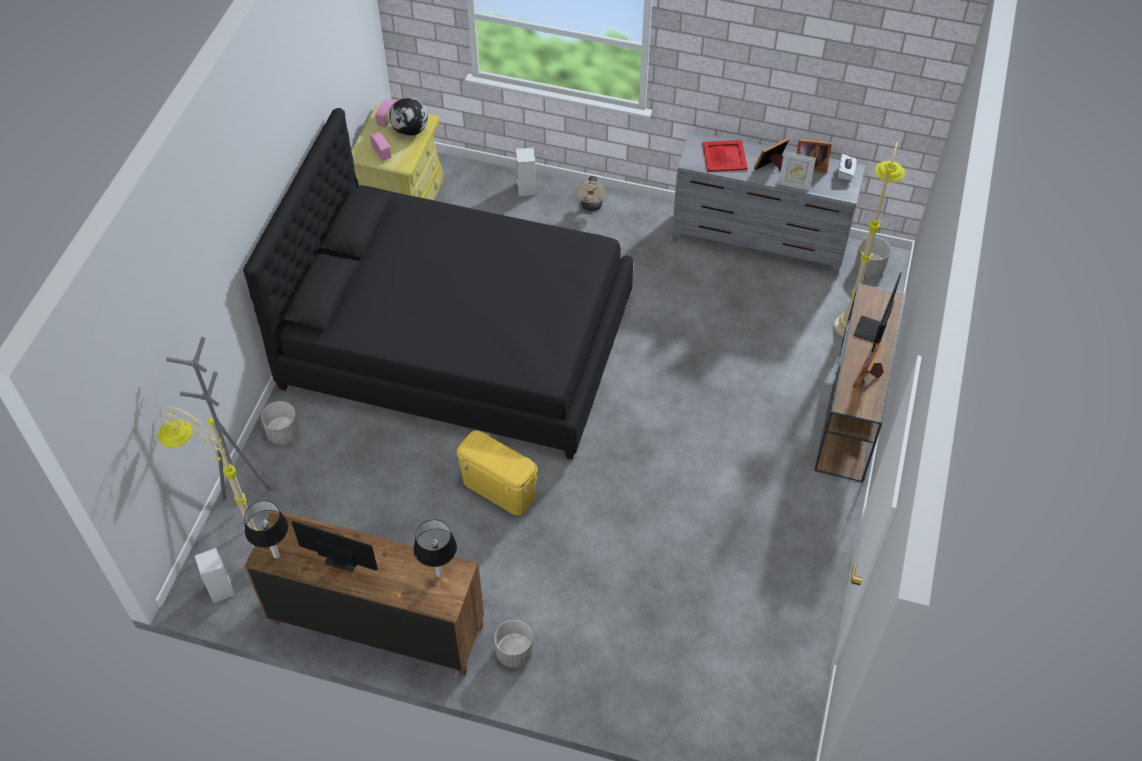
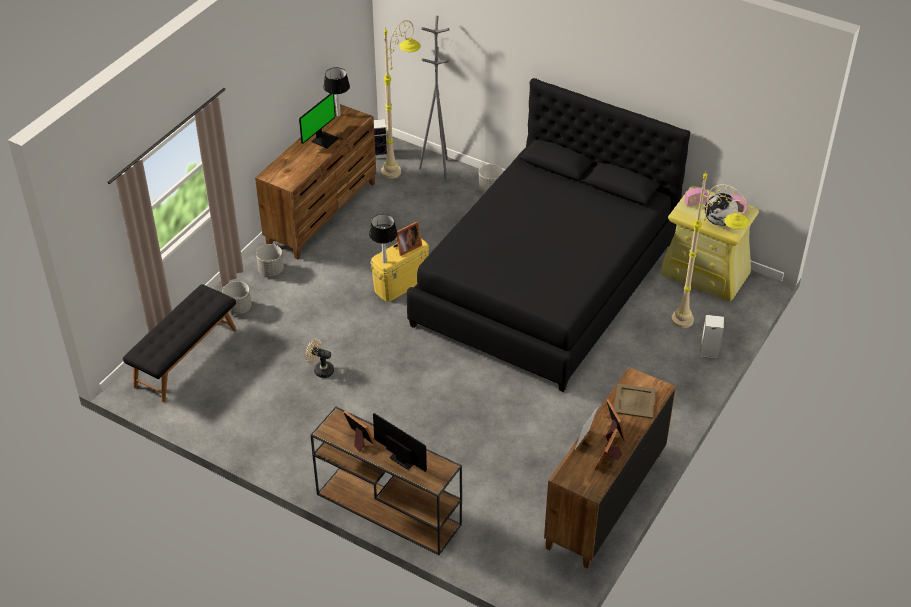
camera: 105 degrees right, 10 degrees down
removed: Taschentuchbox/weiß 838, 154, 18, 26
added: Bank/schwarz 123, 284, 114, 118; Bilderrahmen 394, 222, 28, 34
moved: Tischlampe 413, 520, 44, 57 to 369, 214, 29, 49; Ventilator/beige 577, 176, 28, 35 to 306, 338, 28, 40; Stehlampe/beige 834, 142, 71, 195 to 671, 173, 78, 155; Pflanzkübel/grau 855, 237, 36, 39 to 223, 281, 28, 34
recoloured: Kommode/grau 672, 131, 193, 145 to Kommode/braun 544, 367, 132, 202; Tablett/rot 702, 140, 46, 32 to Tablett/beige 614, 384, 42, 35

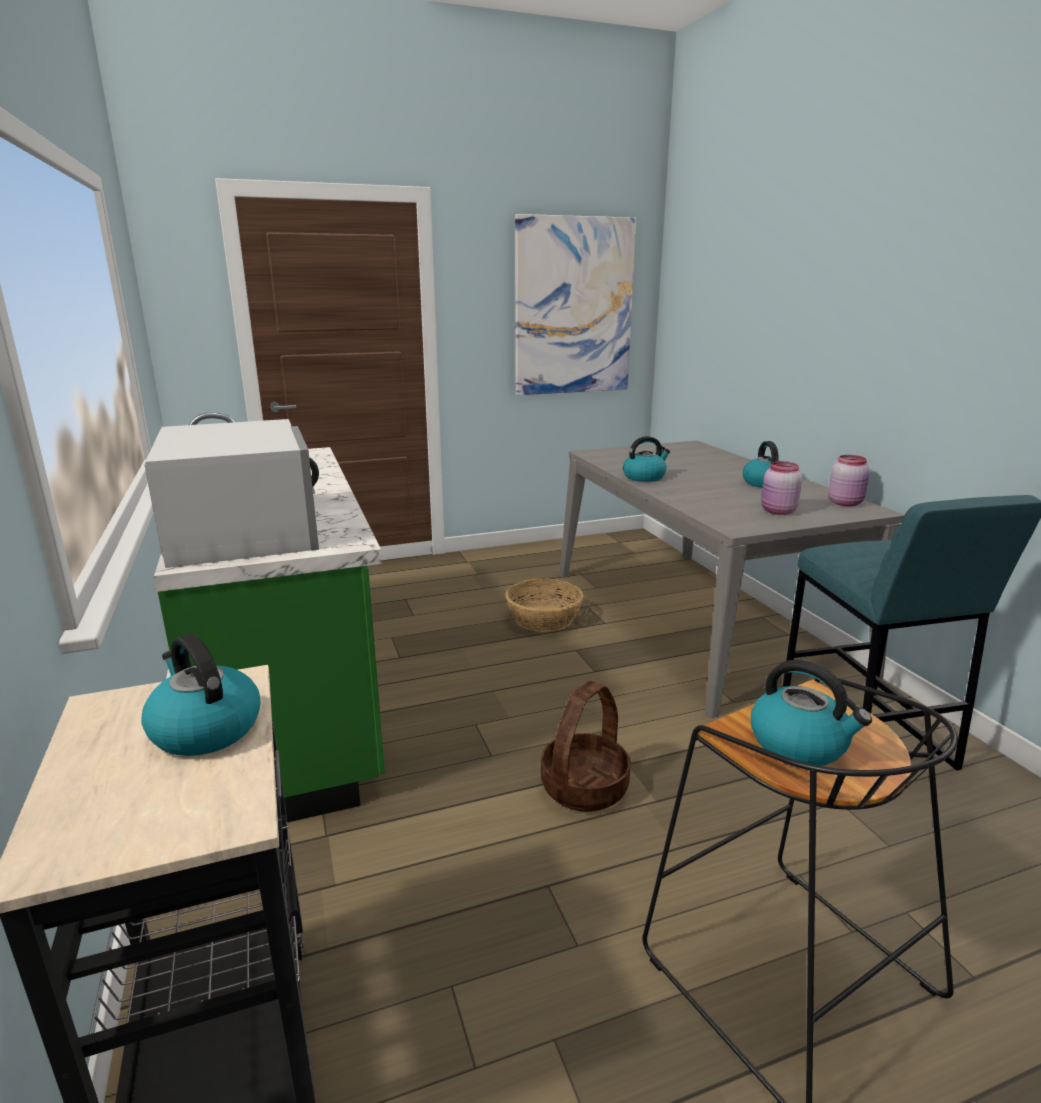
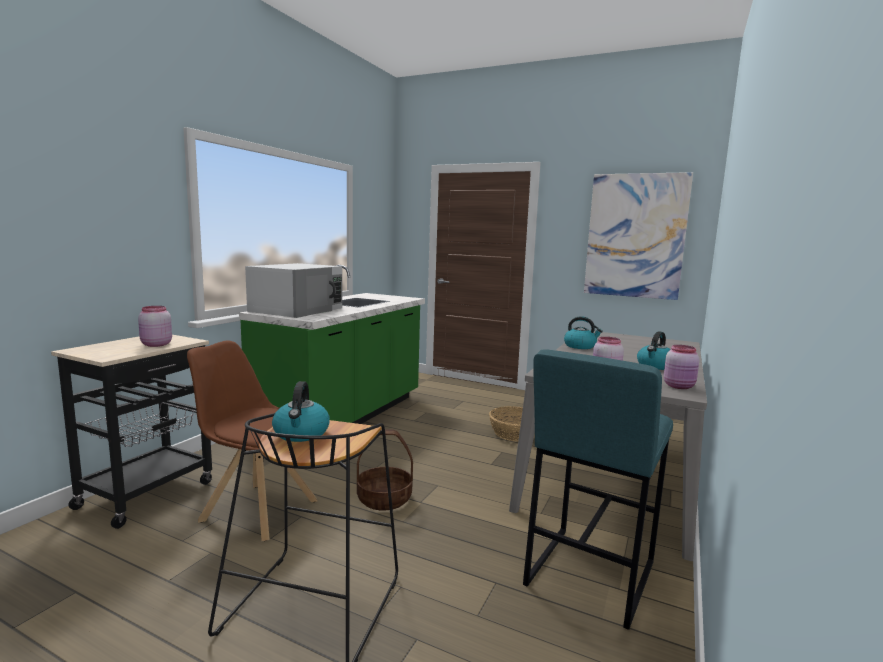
camera: 45 degrees right, 10 degrees down
added: Stuhl/braun 187, 340, 131, 201
replaced: Wasserkessel 141, 634, 120, 122 to Vorratsglas/rosa 138, 306, 34, 41

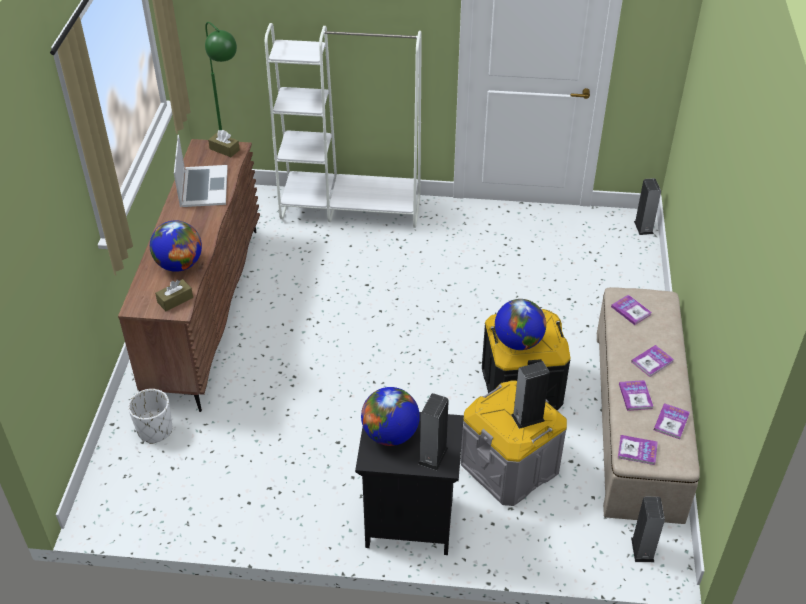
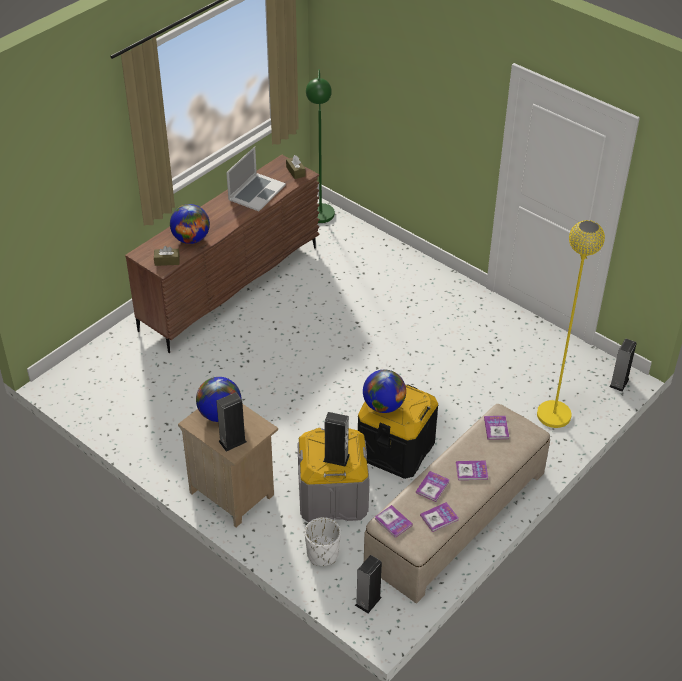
camera: 35 degrees right, 0 degrees up
removed: Kleiderständer/weiß 265, 23, 157, 205
added: Stehlampe/gelb 537, 220, 68, 208
moved: Pflanzkübel/weiß 128, 389, 44, 55 to 305, 517, 36, 49
recoloured: Nachttisch/schwarz 355, 412, 109, 143 to Nachttisch/beige 178, 404, 100, 123

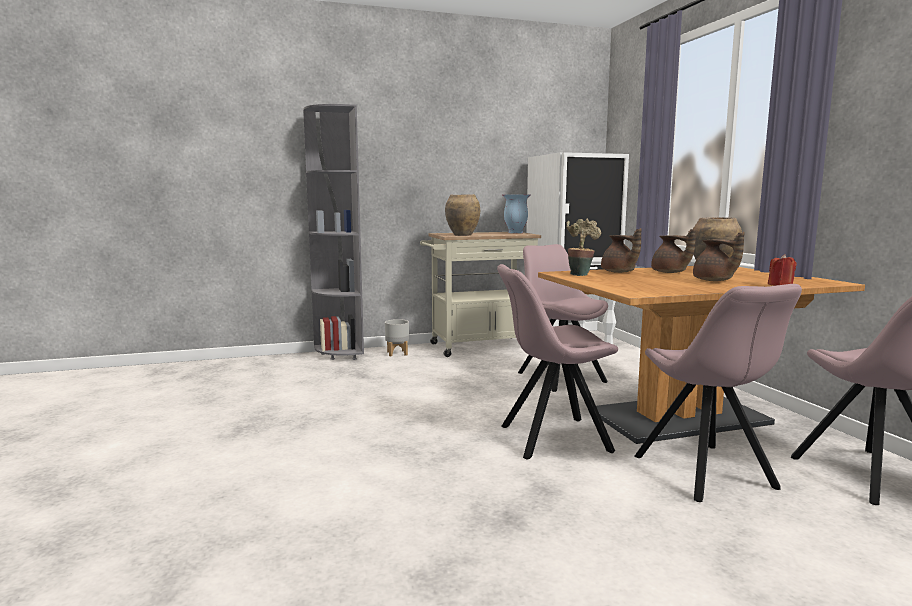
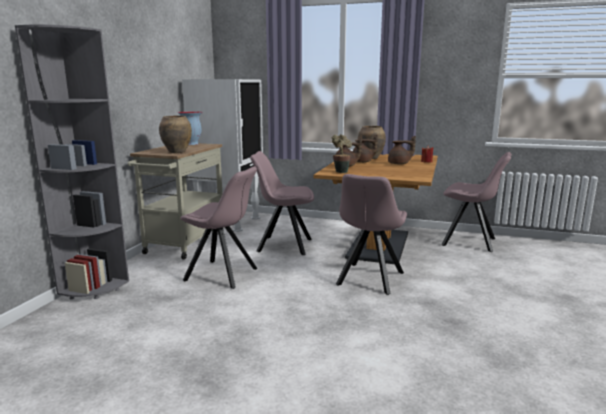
camera: 55 degrees left, 5 degrees up
removed: Pflanzkübel/grau 385, 319, 24, 37
moved: Stuhl/rosa 634, 284, 168, 218 to 180, 166, 77, 123

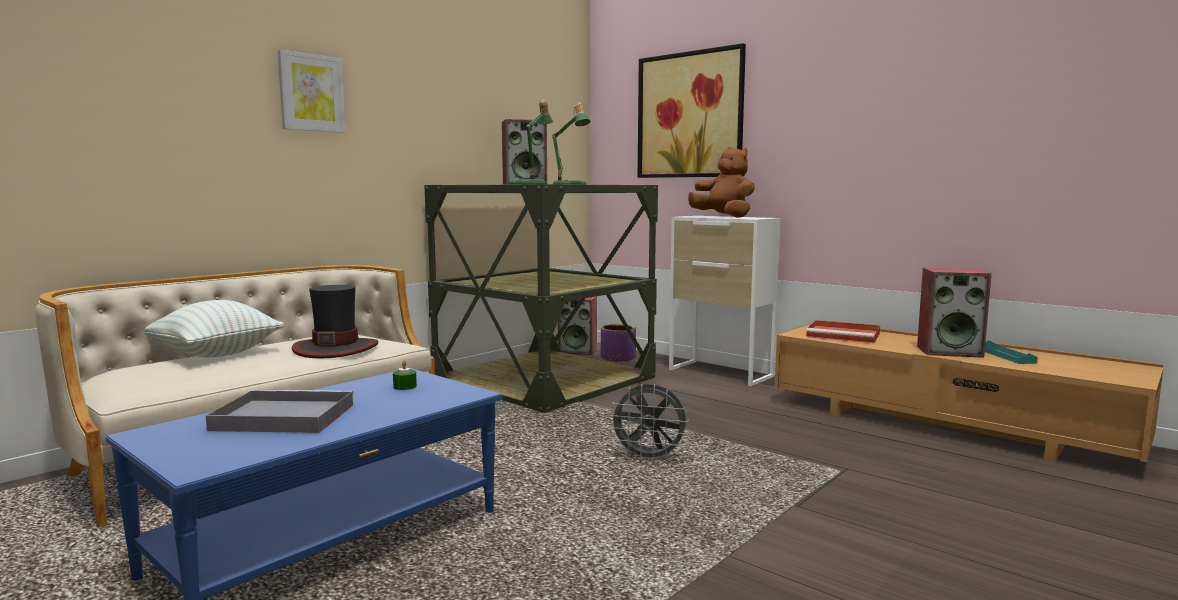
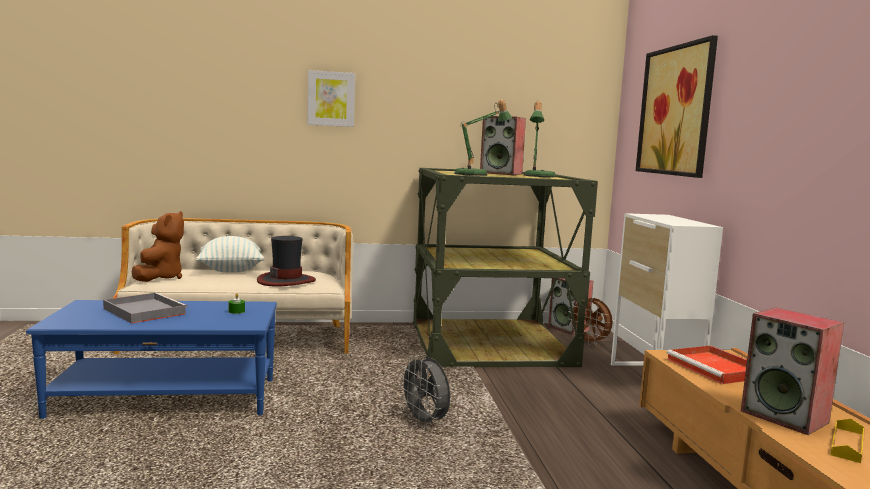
camera: 40 degrees right, 0 degrees up
moved: Plüschtier/braun 688, 147, 67, 71 to 132, 211, 52, 71
replaced: Pflanzkübel/lila 601, 324, 35, 38 to Ventilator/braun 568, 298, 45, 47
recoloured: Tablett/türkis 985, 340, 53, 24 to Tablett/gelb 830, 419, 34, 44

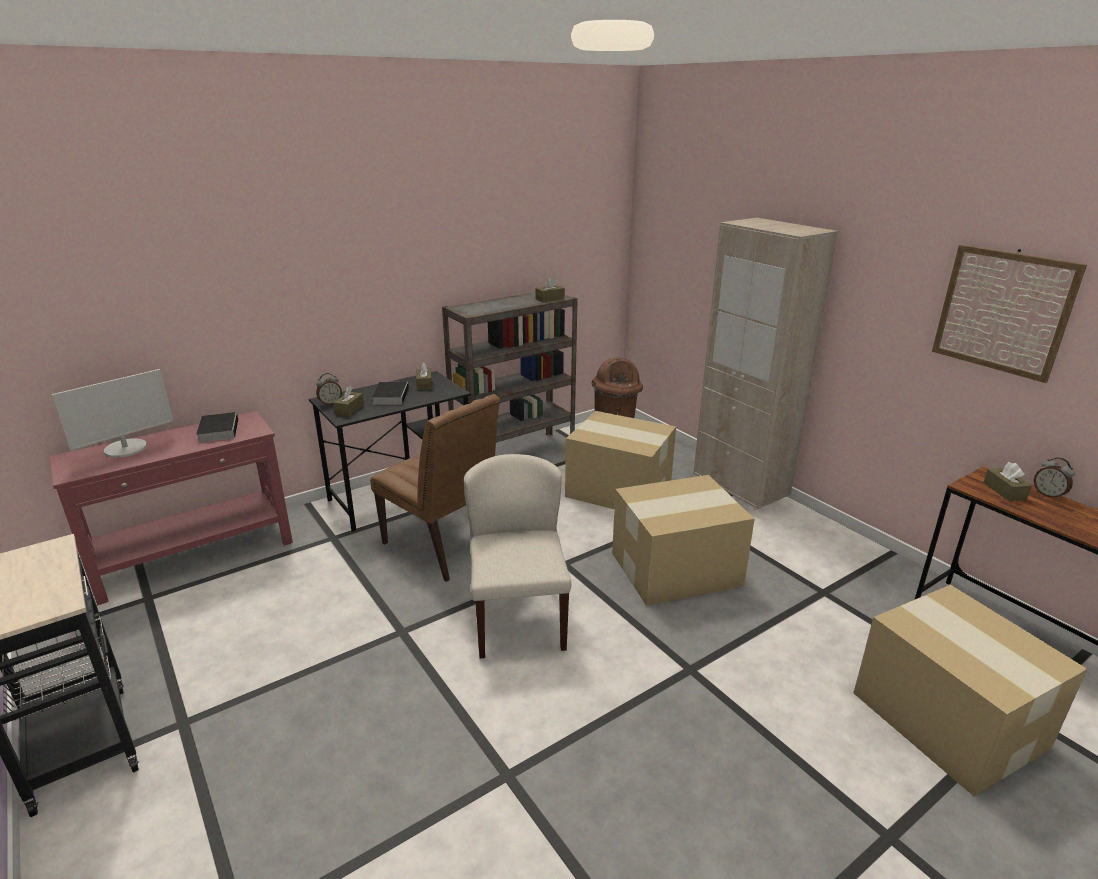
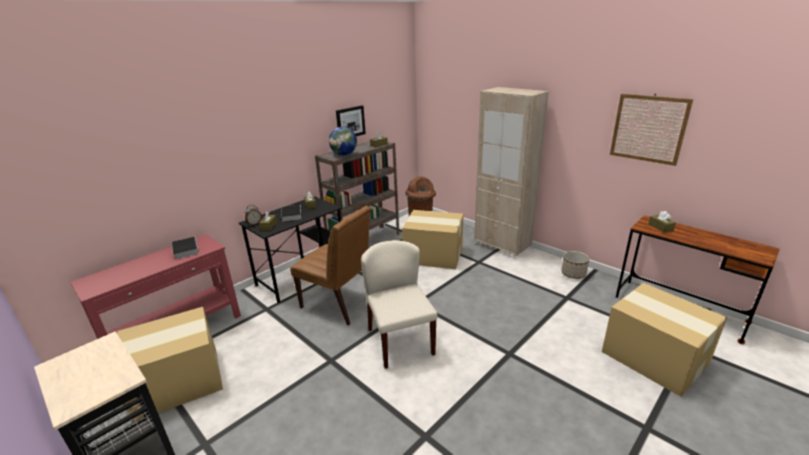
camera: 10 degrees left, 0 degrees up
removed: Monitor 51, 369, 122, 89; Wecker 1034, 457, 41, 43
added: Globus 329, 127, 28, 28; Bild 336, 105, 30, 31; Pflanzkübel 561, 251, 28, 28
moved: Karton 612, 475, 143, 131 to 117, 307, 106, 115

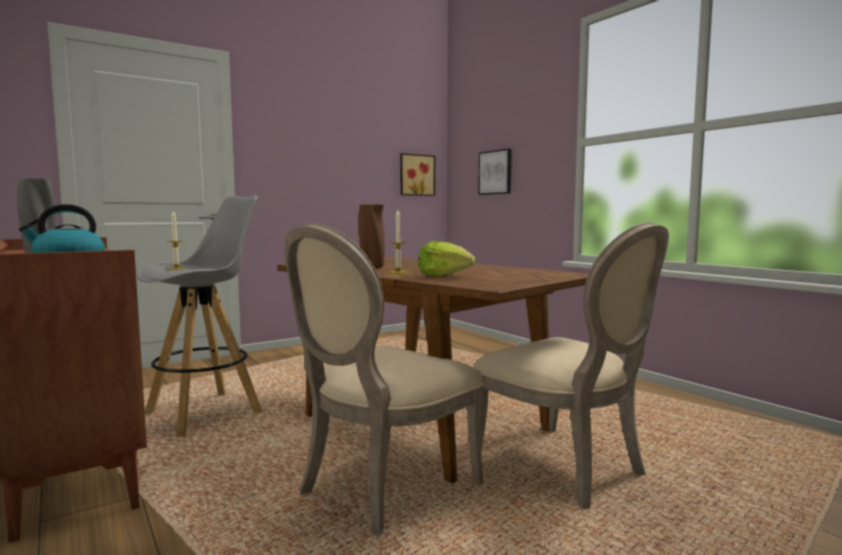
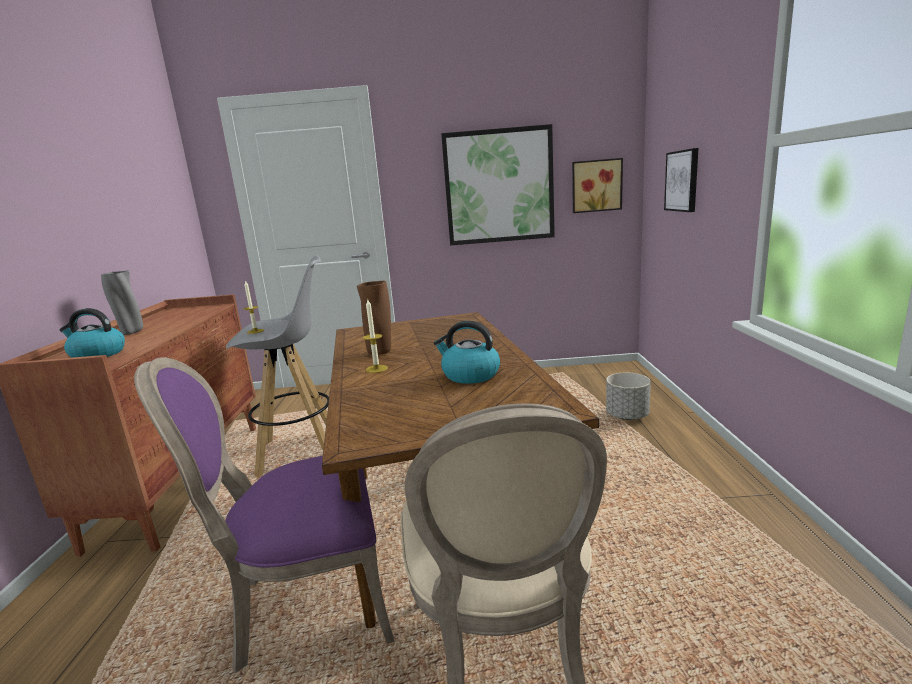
camera: 35 degrees right, 10 degrees up
removed: Salatkopf 418, 241, 57, 35
added: Wasserkessel 434, 321, 66, 63; Bild 441, 124, 114, 122; Pflanzkübel/grau 606, 373, 45, 47
recoloured: Stuhl/beige 285, 223, 199, 313 to Stuhl/lila 134, 357, 260, 316

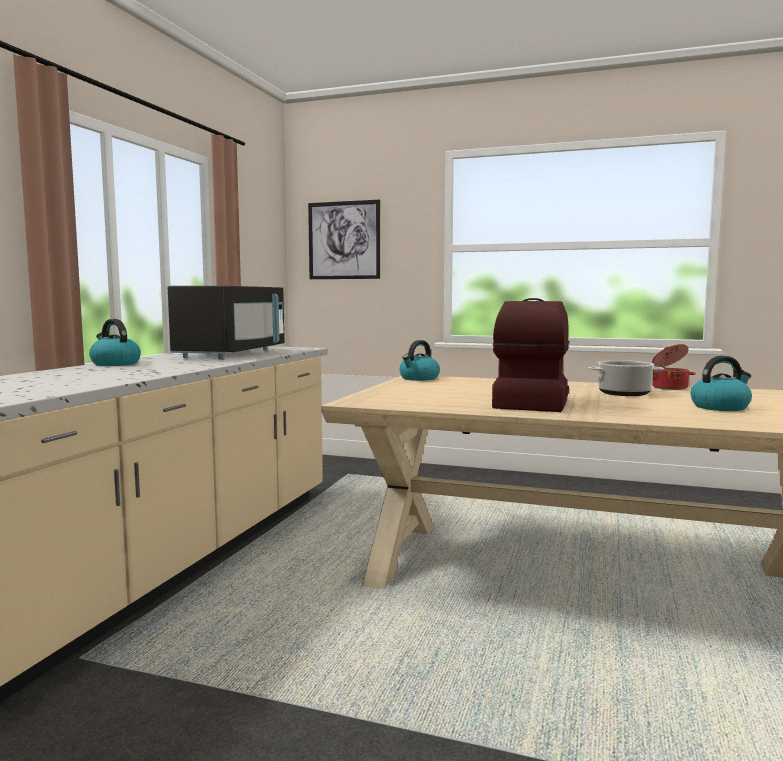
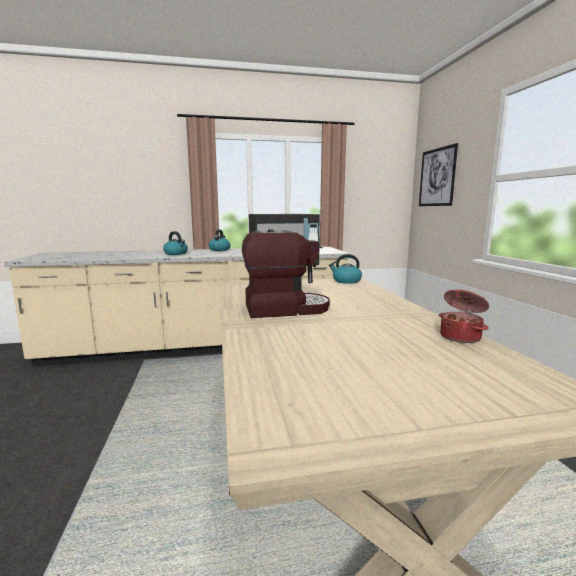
camera: 60 degrees right, 5 degrees up
removed: Kochtopf 587, 360, 77, 36
moved: Wasserkessel 691, 356, 61, 55 to 163, 231, 25, 24

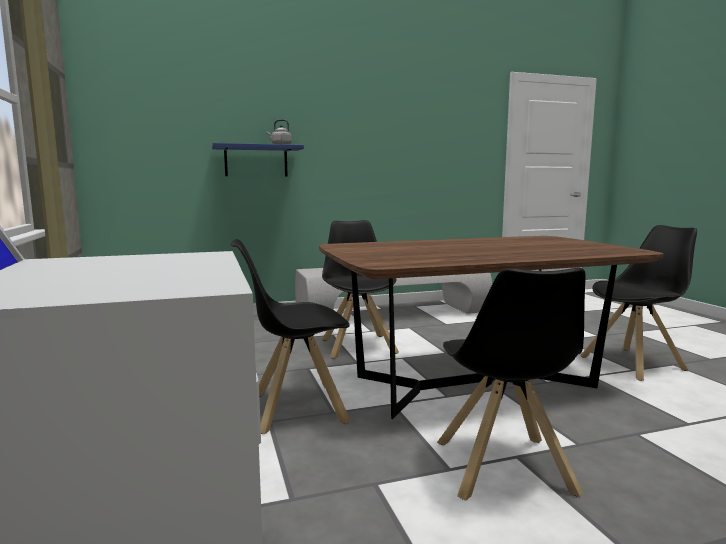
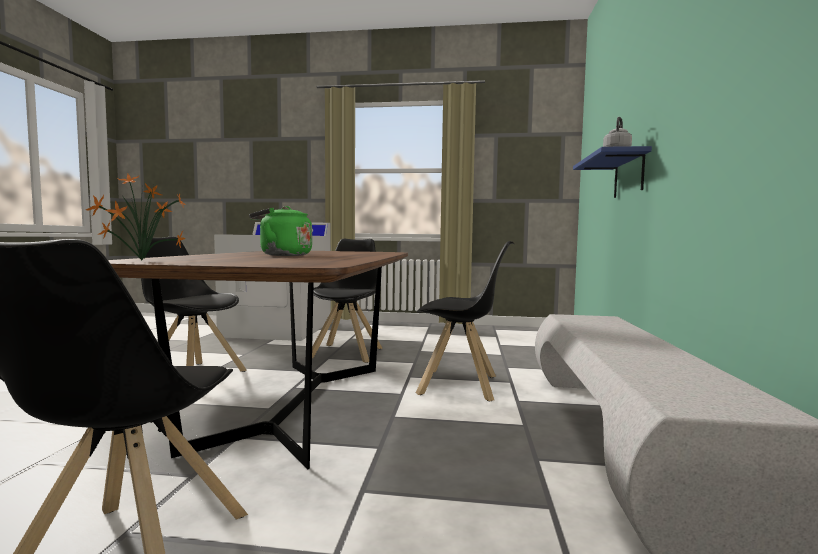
camera: 115 degrees right, 5 degrees down
added: Topfpflanze 86, 174, 100, 87; Wasserkessel/grün 249, 206, 63, 50

